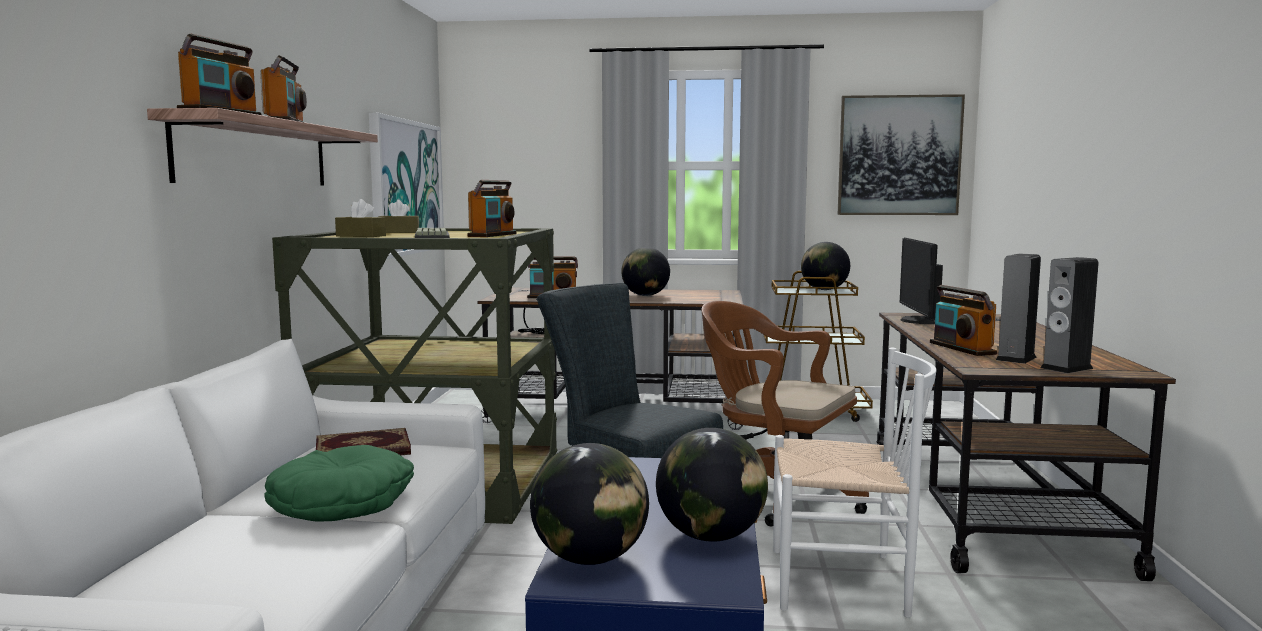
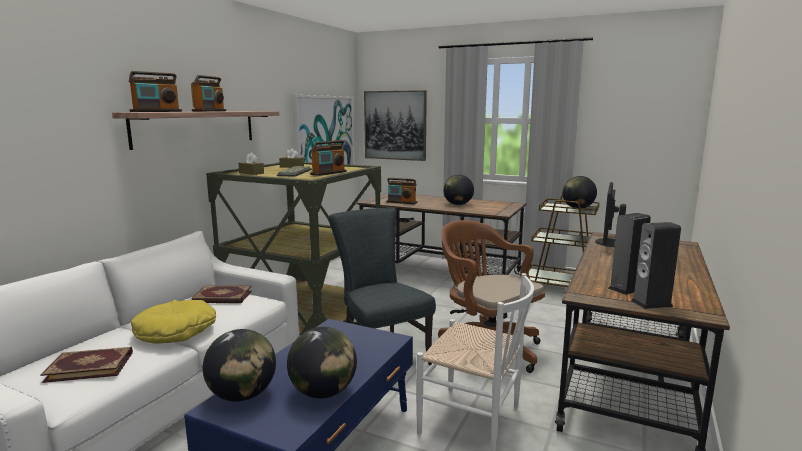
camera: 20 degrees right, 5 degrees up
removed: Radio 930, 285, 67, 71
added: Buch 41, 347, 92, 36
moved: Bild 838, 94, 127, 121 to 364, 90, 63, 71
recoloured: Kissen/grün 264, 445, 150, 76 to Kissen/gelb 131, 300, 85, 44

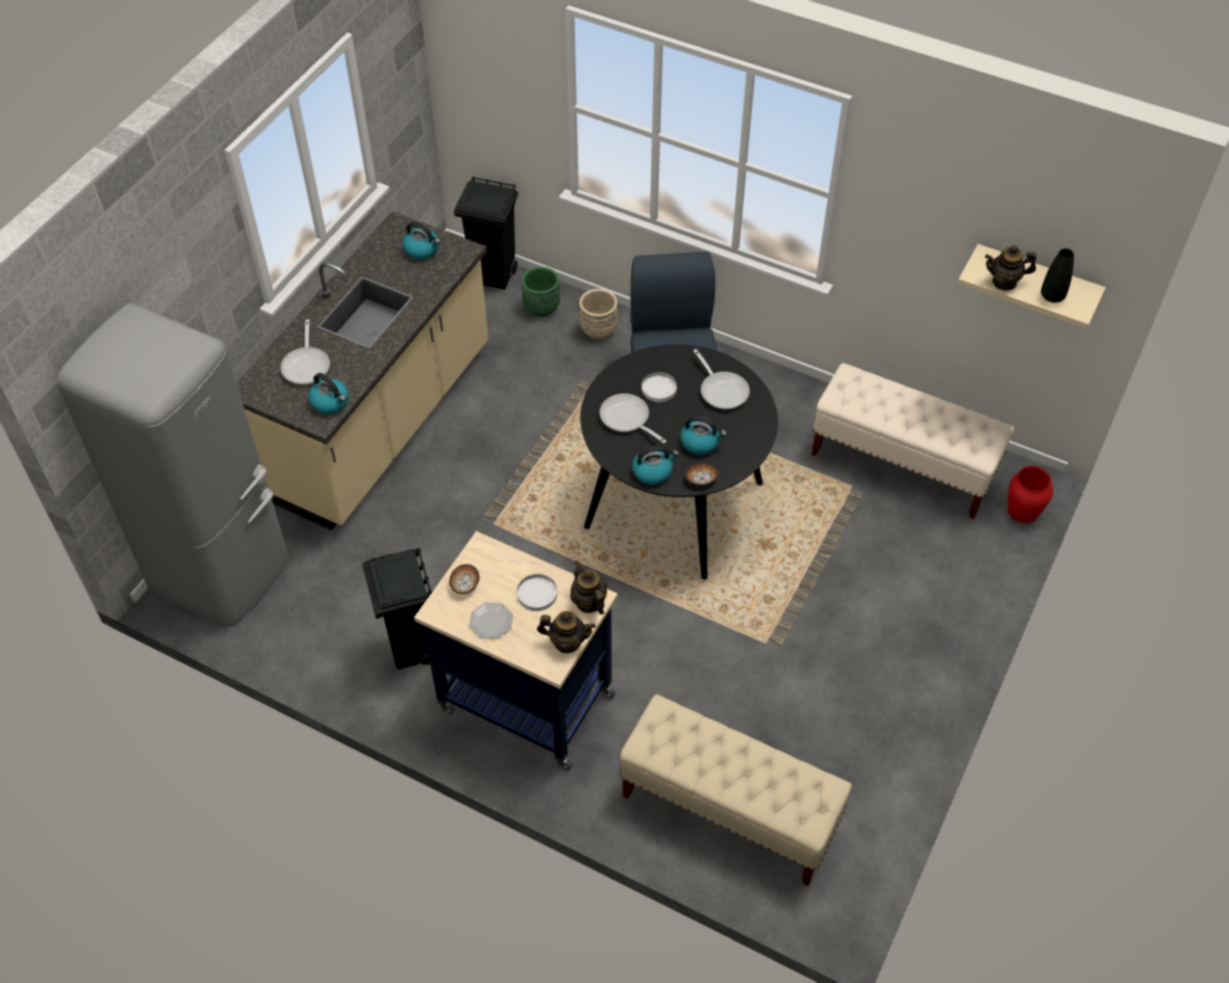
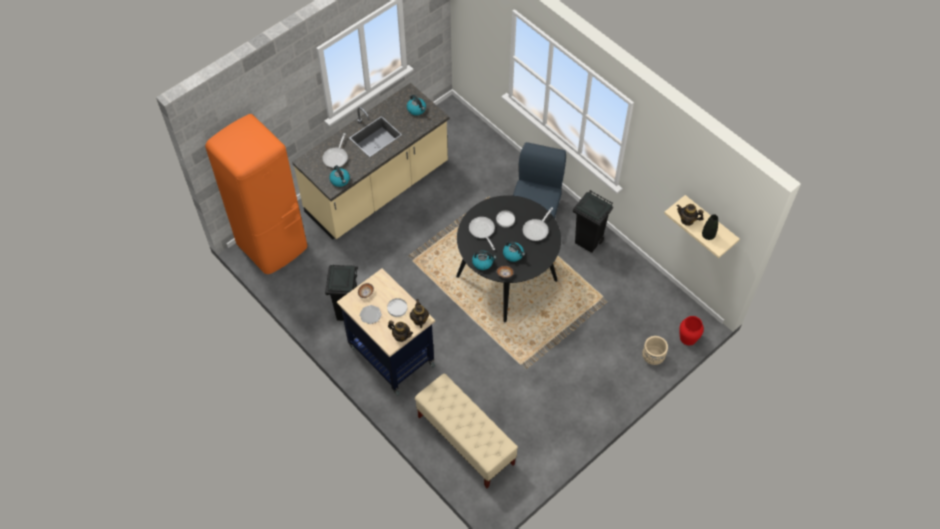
camera: 20 degrees right, 5 degrees up
removed: Pflanzkübel/grün 522, 267, 38, 50; Bank/beige 812, 363, 202, 156
moved: Mülleimer/schwarz 454, 177, 64, 113 to 573, 190, 40, 63; Pflanzkübel/beige 579, 289, 39, 50 to 642, 336, 26, 29
recoloured: Kühlschrank/grau 57, 303, 232, 324 to Kühlschrank/orange 205, 114, 102, 160
turned: Pfanne 693, 349, 57, 60 = 523, 207, 30, 34 45 degrees clockwise

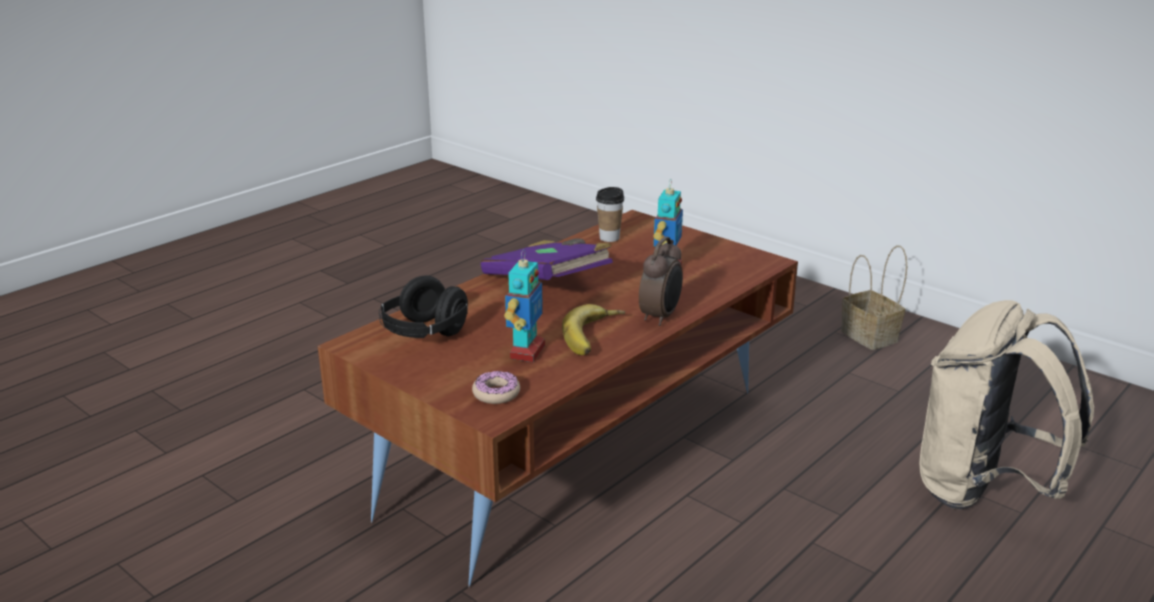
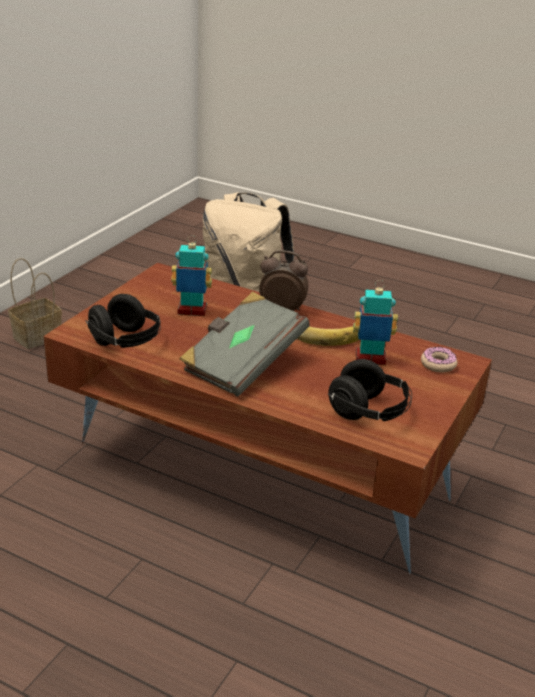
camera: 105 degrees left, 5 degrees up
replaced: Tasse 596, 187, 28, 55 to Kopfhörer/schwarz 85, 294, 76, 54
recoloured: Buch/lila 481, 239, 132, 41 to Buch/grau 179, 292, 131, 105

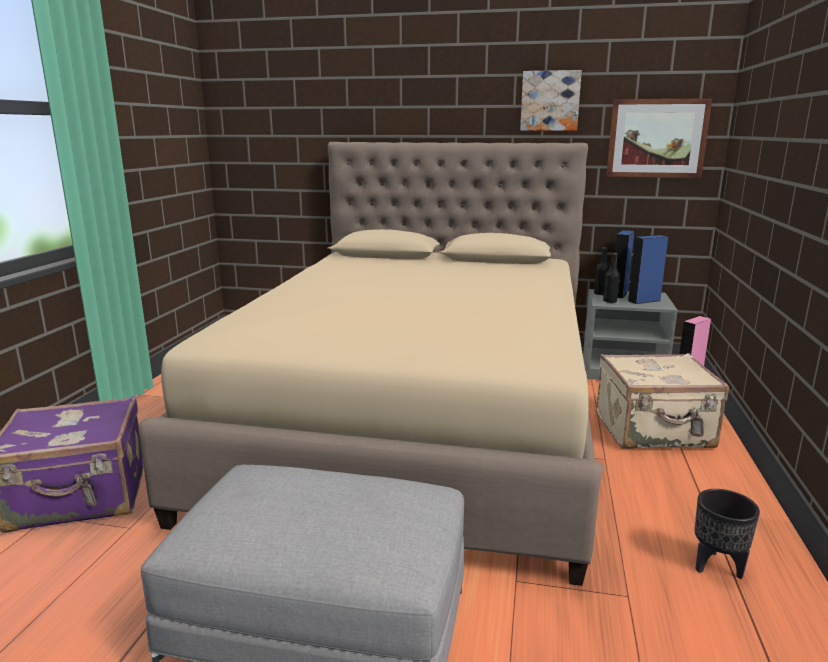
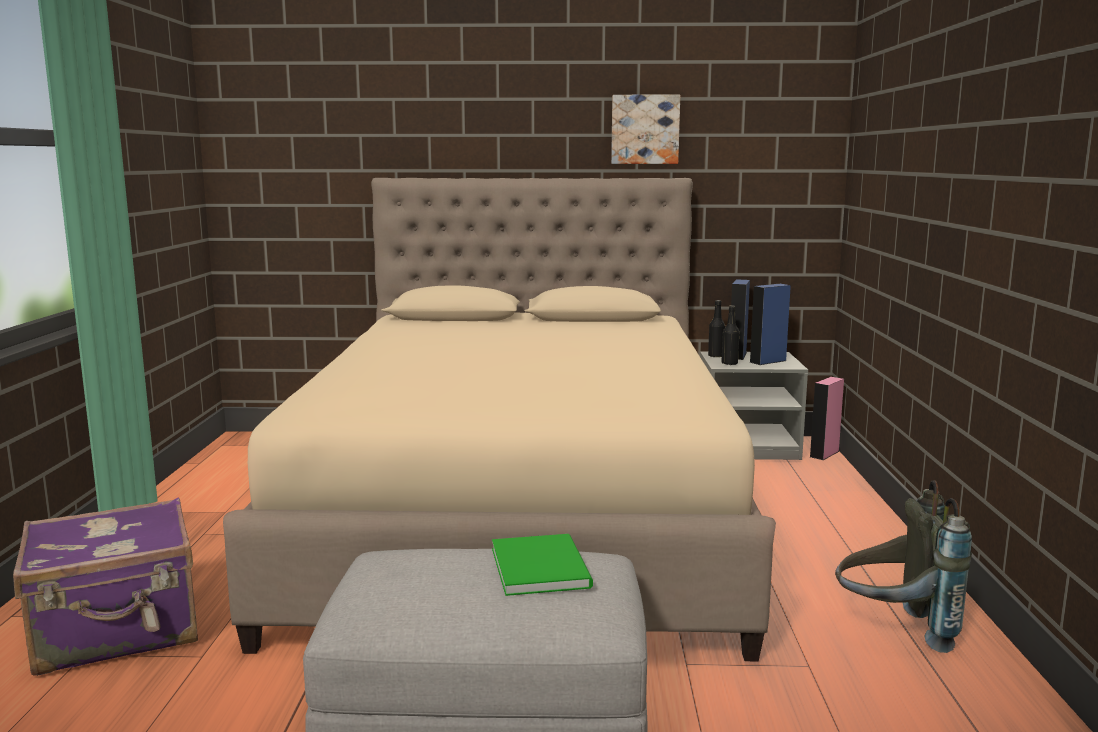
camera: 10 degrees left, 5 degrees down
removed: Koffer/beige 597, 353, 132, 96; Bild 606, 98, 106, 80
added: Buch/grün 492, 534, 101, 62
replaced: Pflanzkübel/schwarz 694, 489, 66, 90 to Rucksack/grau 835, 480, 137, 173

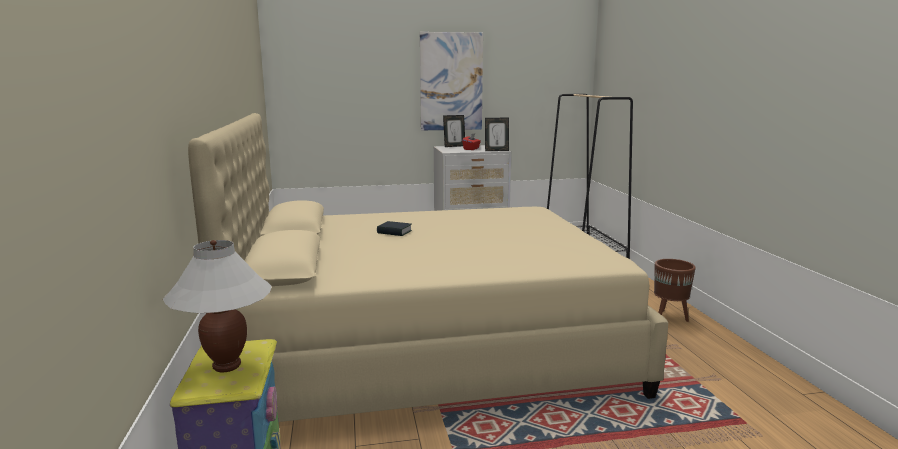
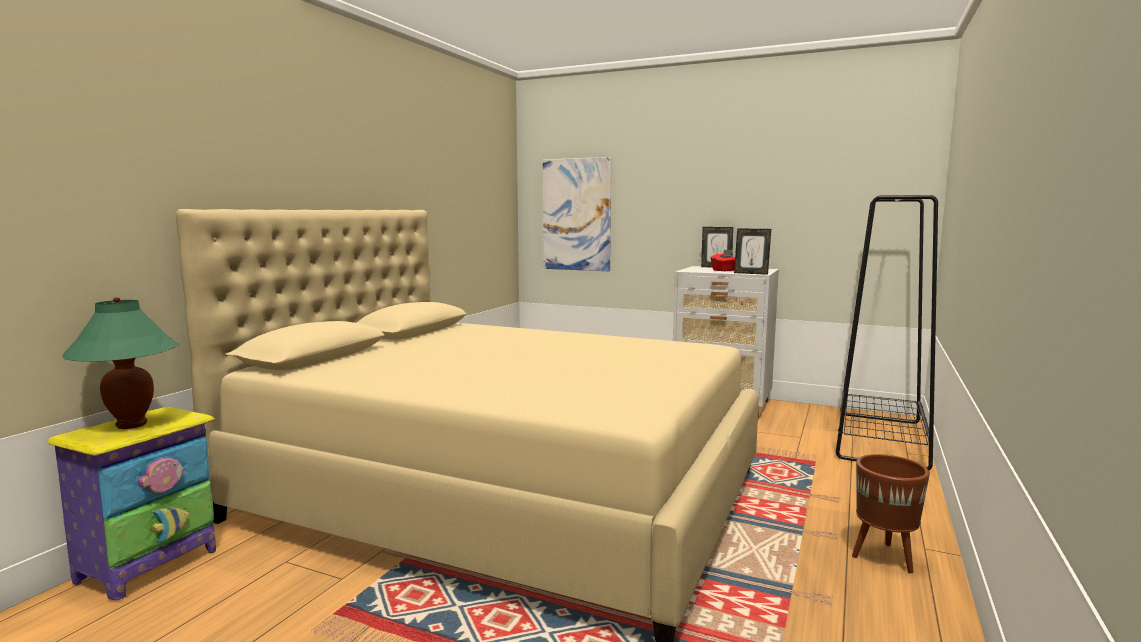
camera: 35 degrees right, 5 degrees down
removed: Buch 377, 221, 35, 15
moved: Bild 420, 32, 63, 98 to 543, 157, 68, 114
recoloured: Tischlampe/weiß 163, 240, 109, 132 to Tischlampe/grün 62, 297, 117, 132

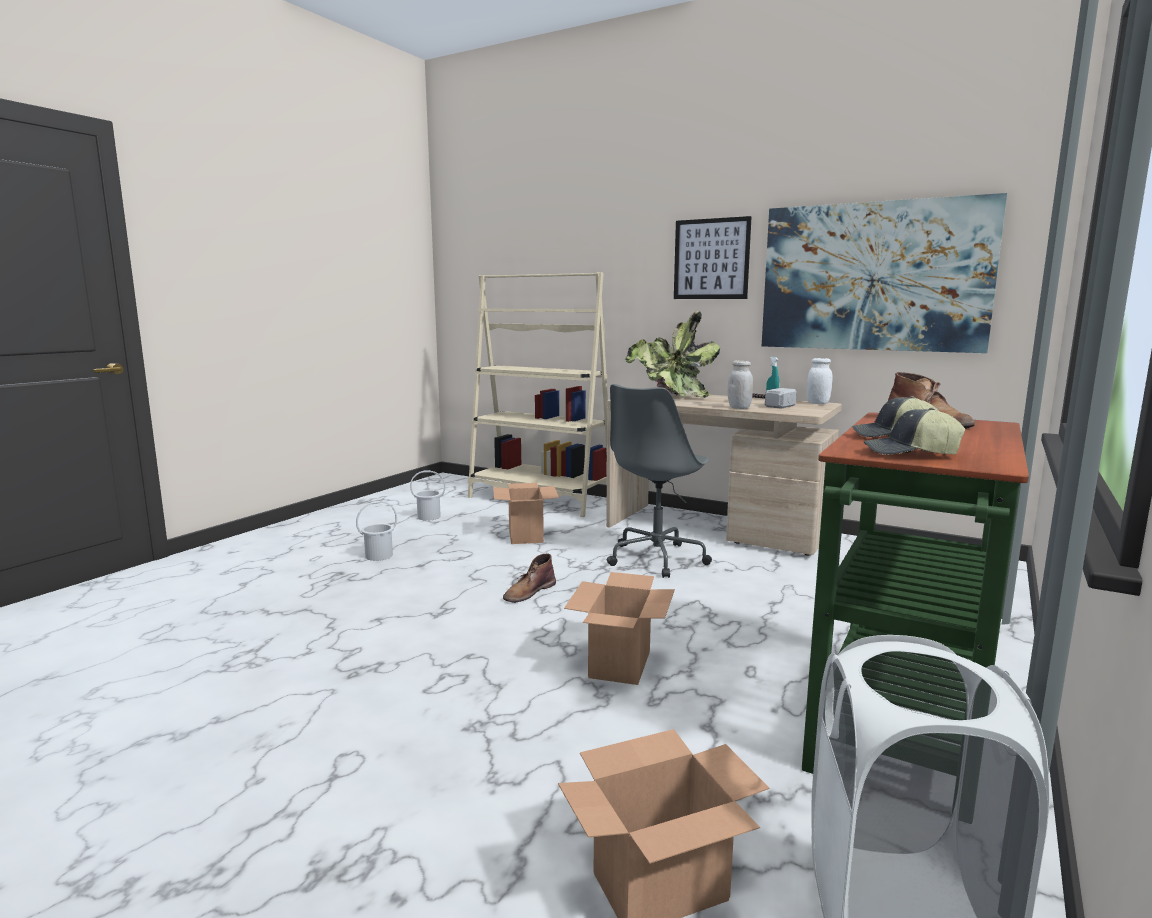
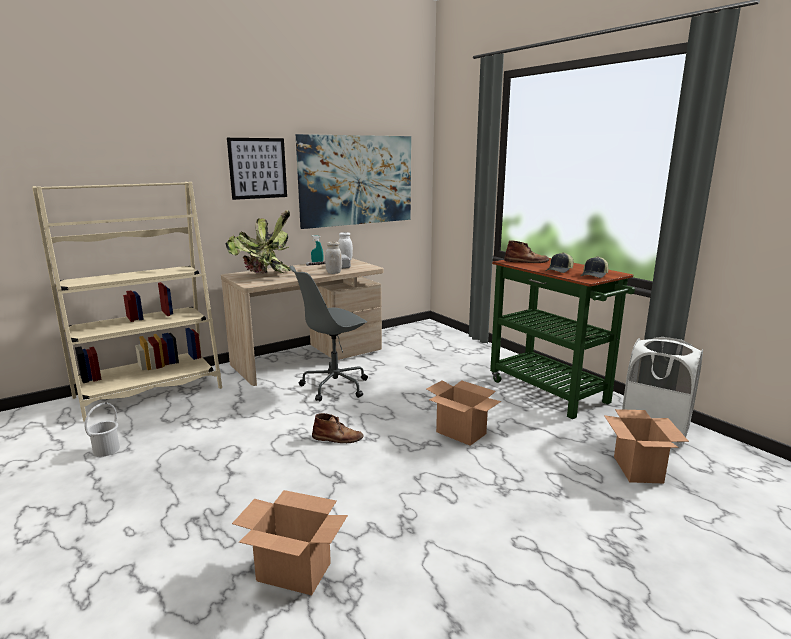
camera: 65 degrees left, 5 degrees up
removed: Eimer/weiß 356, 501, 41, 60
moved: Karton 493, 483, 66, 61 to 232, 490, 116, 105
turned: Stiefel/braun 503, 554, 53, 49 = 312, 413, 52, 30 60 degrees counterclockwise; Bürostuhl/grau 606, 384, 106, 194 = 289, 266, 79, 135 90 degrees clockwise

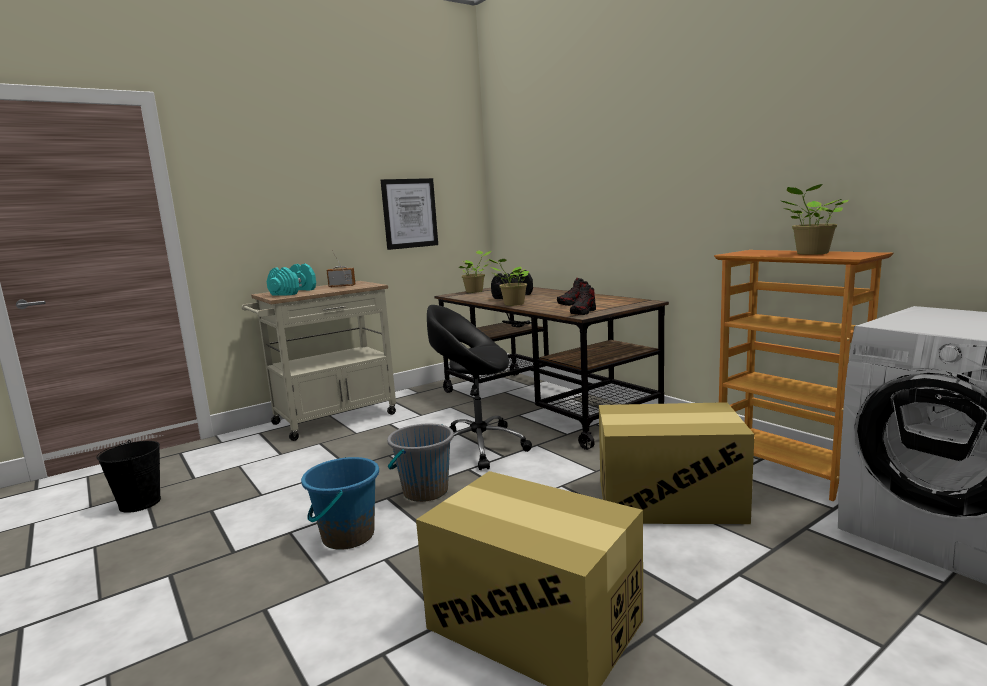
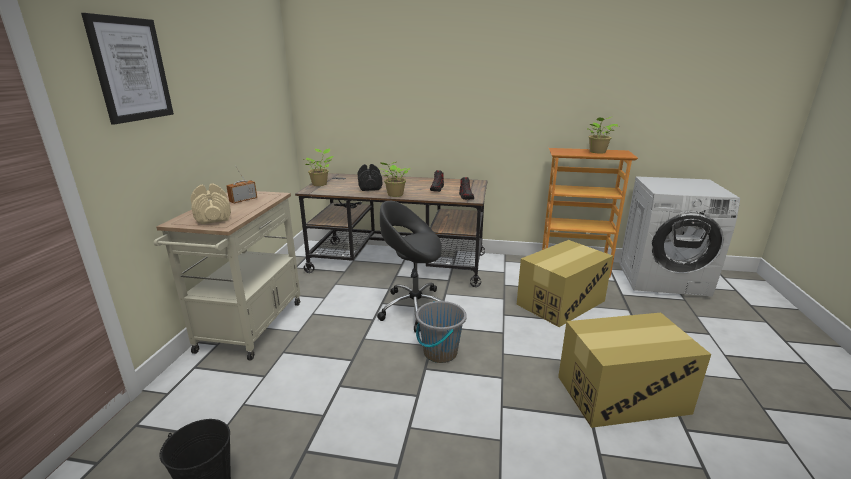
camera: 45 degrees left, 10 degrees up
removed: Eimer/blau 301, 457, 78, 93
moved: Bild 381, 178, 57, 72 to 81, 13, 93, 112
recoloured: Hantel/türkis 267, 264, 49, 32 to Hantel/beige 190, 183, 41, 42
turned: Bürostuhl/schwarz 427, 305, 105, 165 = 377, 201, 67, 131 45 degrees clockwise

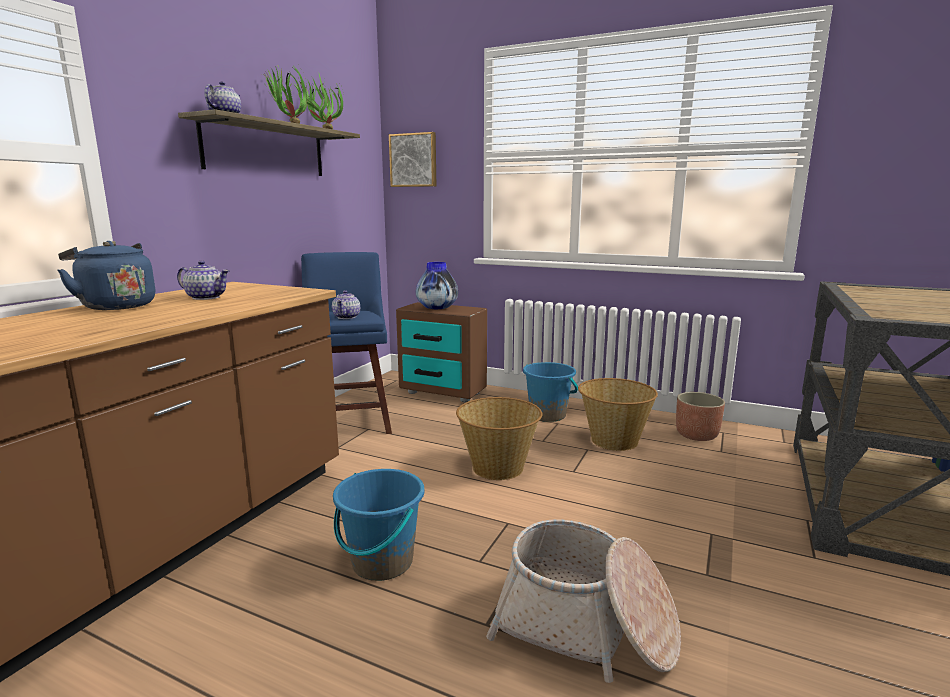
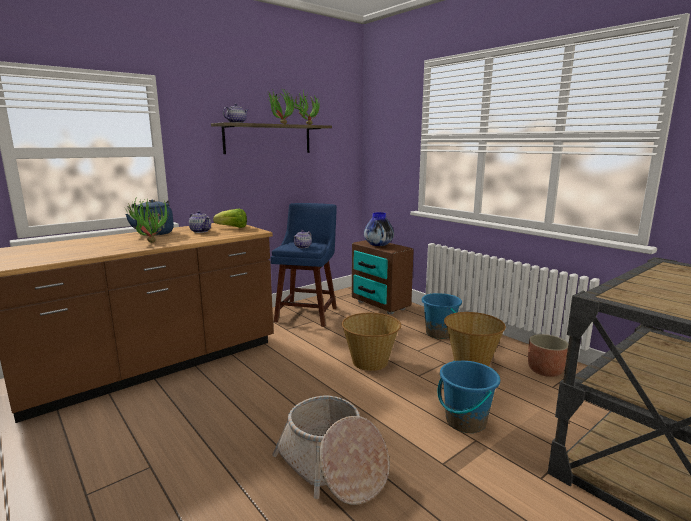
camera: 25 degrees right, 0 degrees up
removed: Bild 389, 132, 47, 55
added: Topfpflanze 123, 196, 46, 47; Salatkopf 213, 209, 34, 19
moved: Eimer/blau 333, 469, 91, 112 to 438, 360, 62, 73

